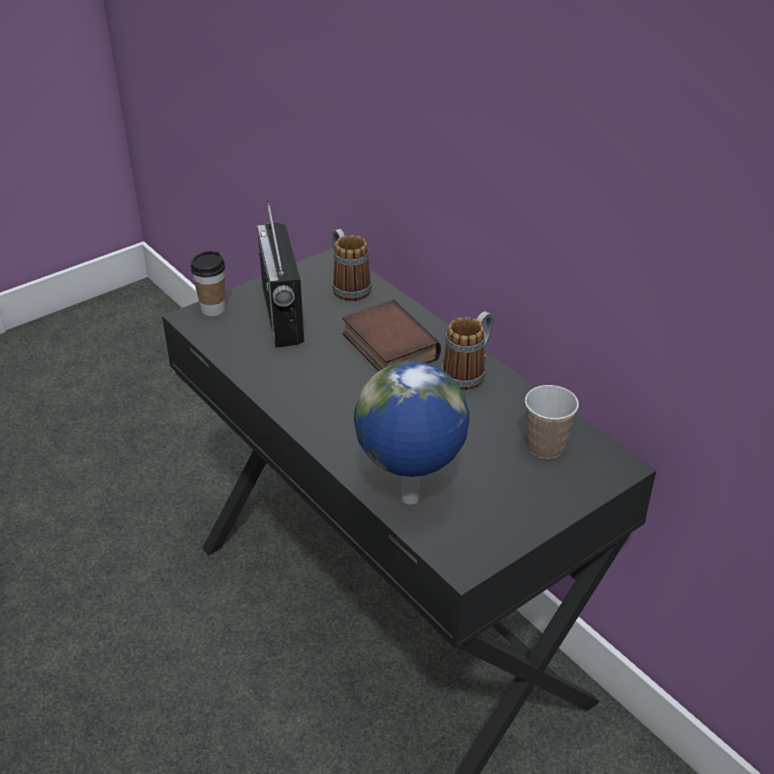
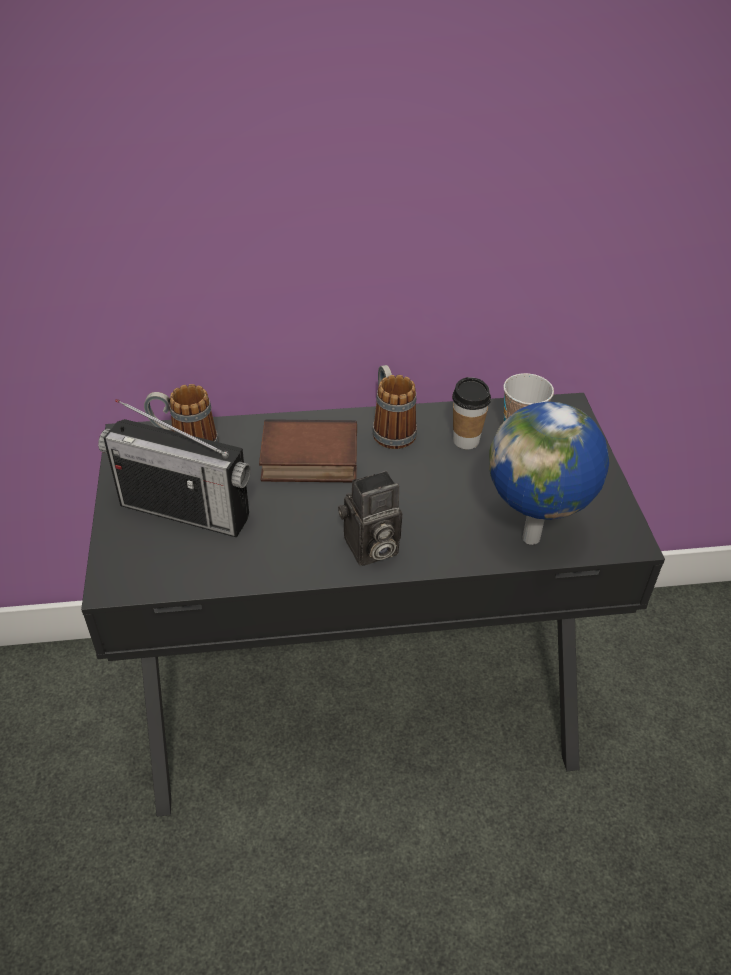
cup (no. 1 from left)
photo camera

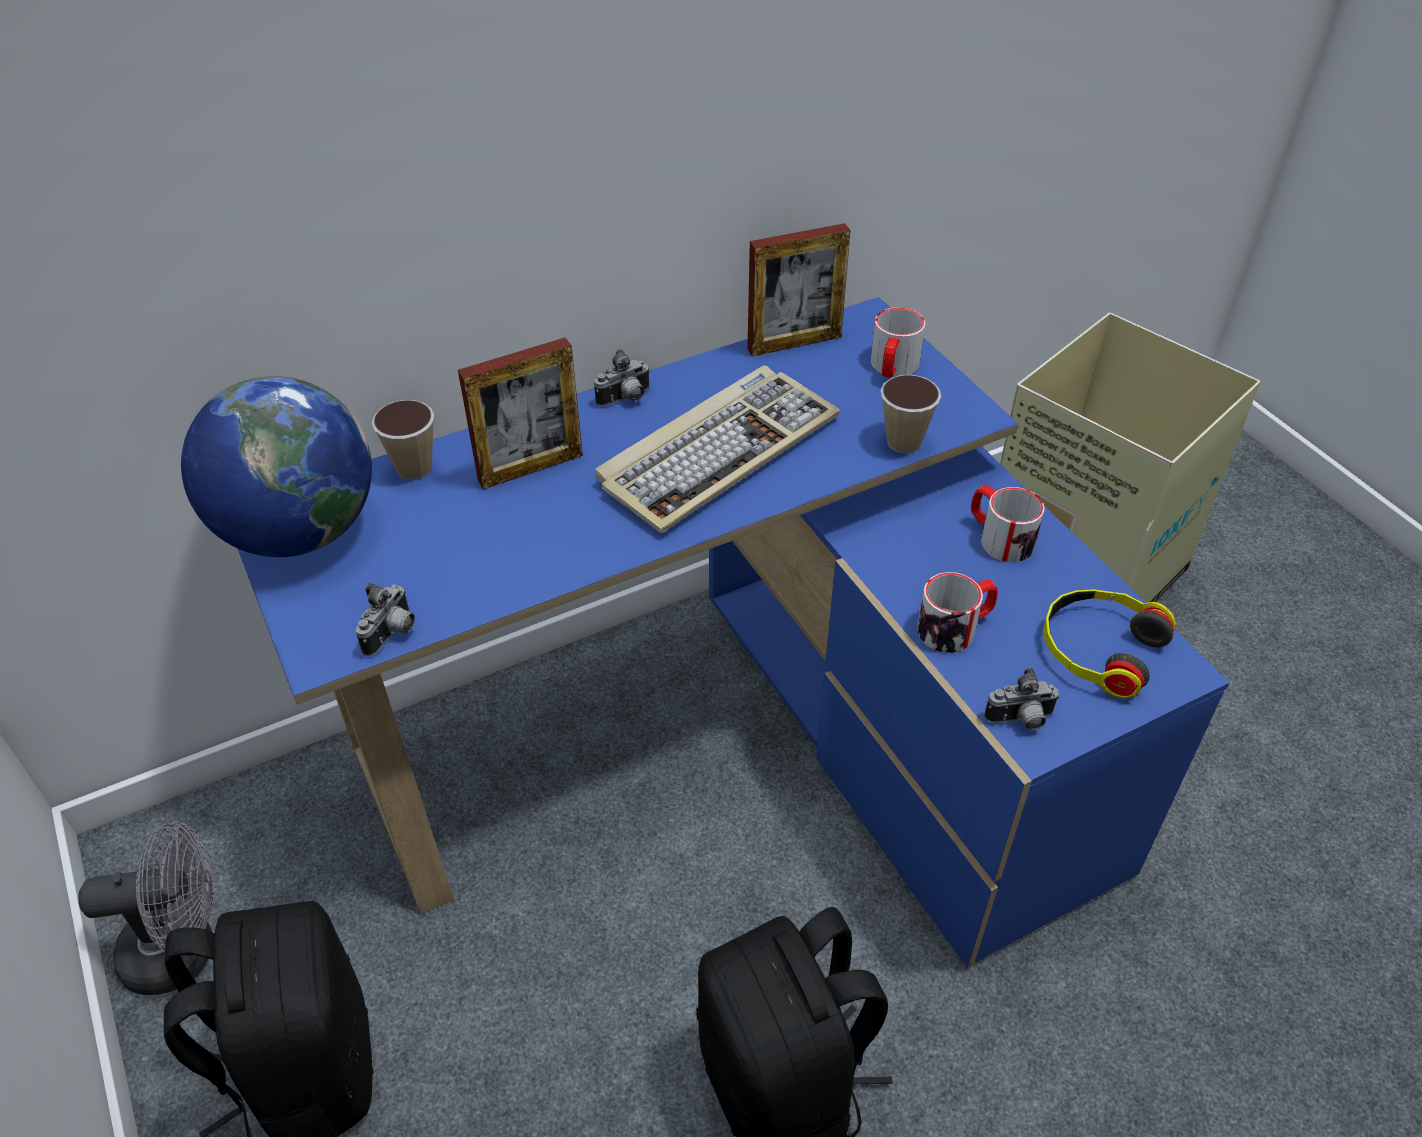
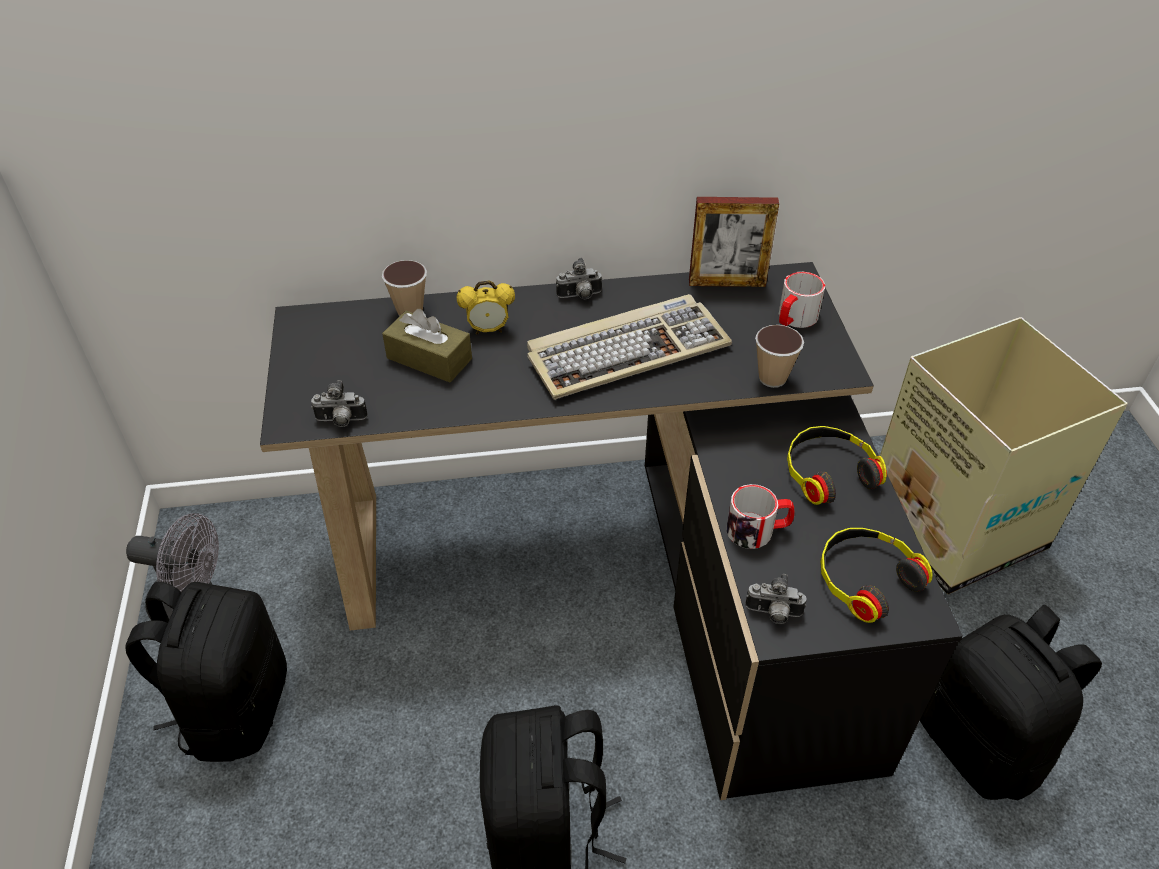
black desk
alarm clock
globe
headset (no. 1 from left)
photo camera (no. 1 from left)
brown-coloured tissue box
black rucksack (no. 3 from left)

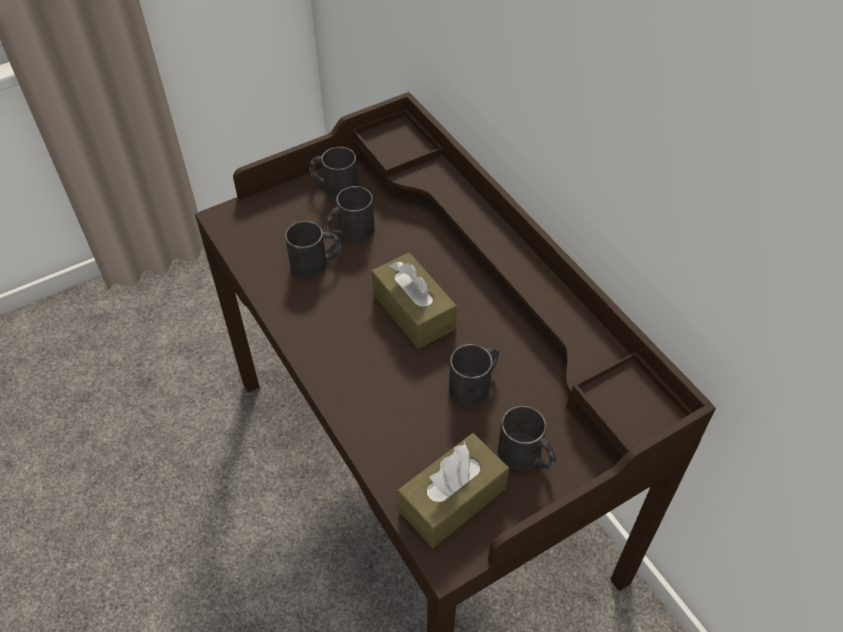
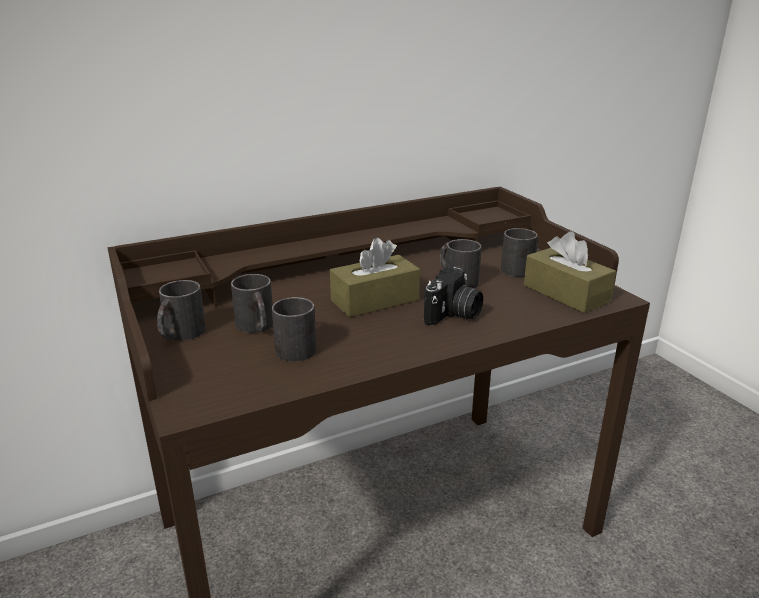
photo camera

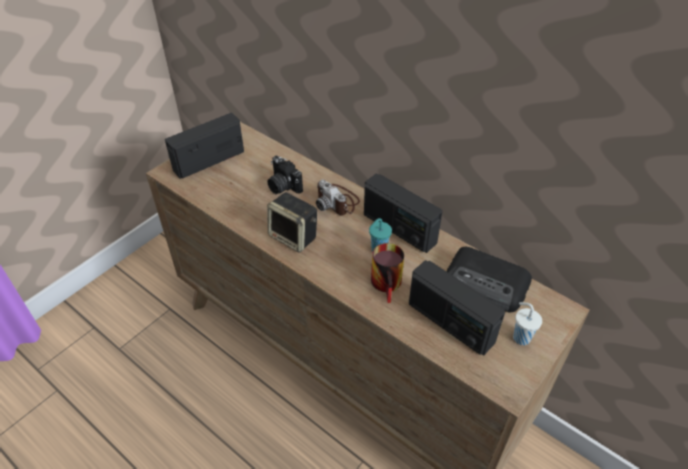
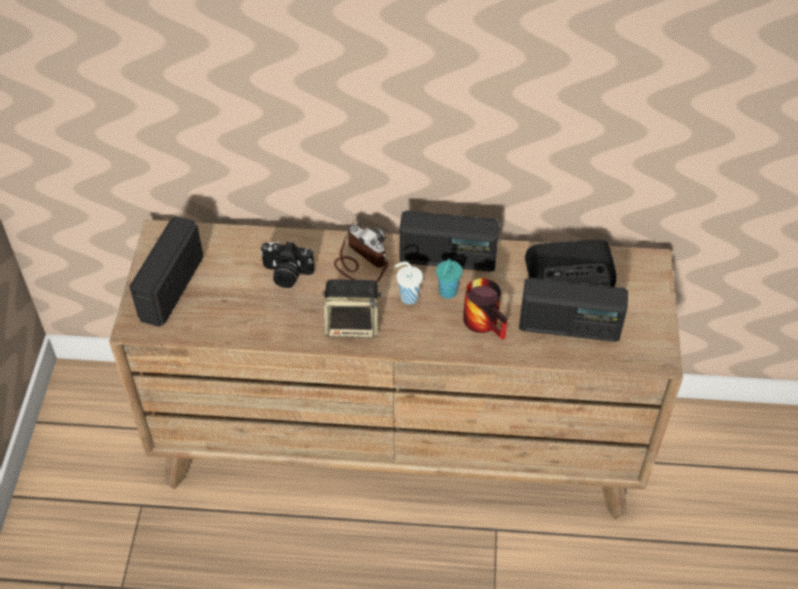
photo camera (no. 2 from left)
white cup

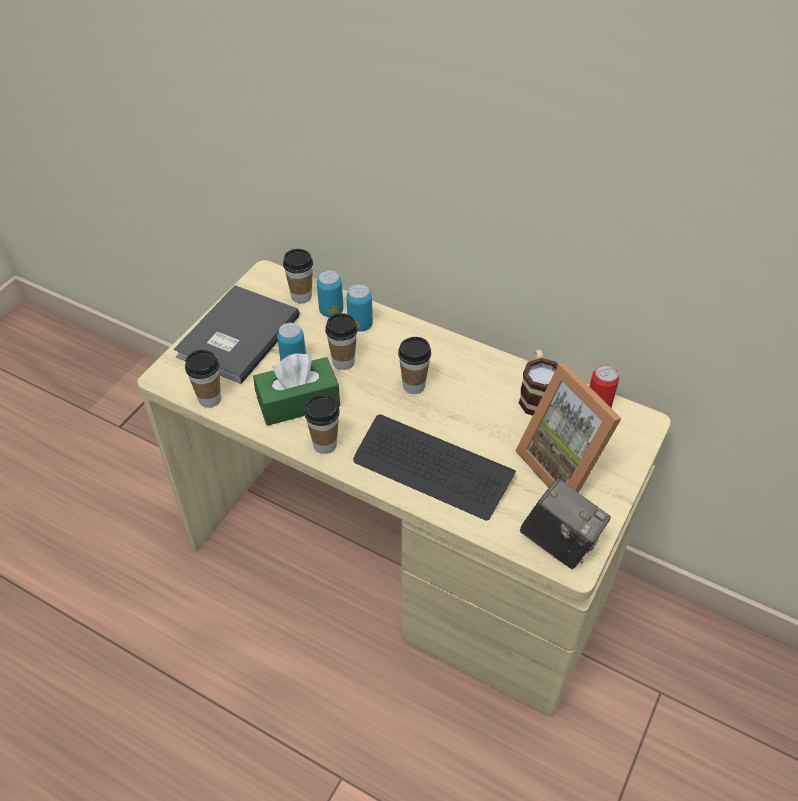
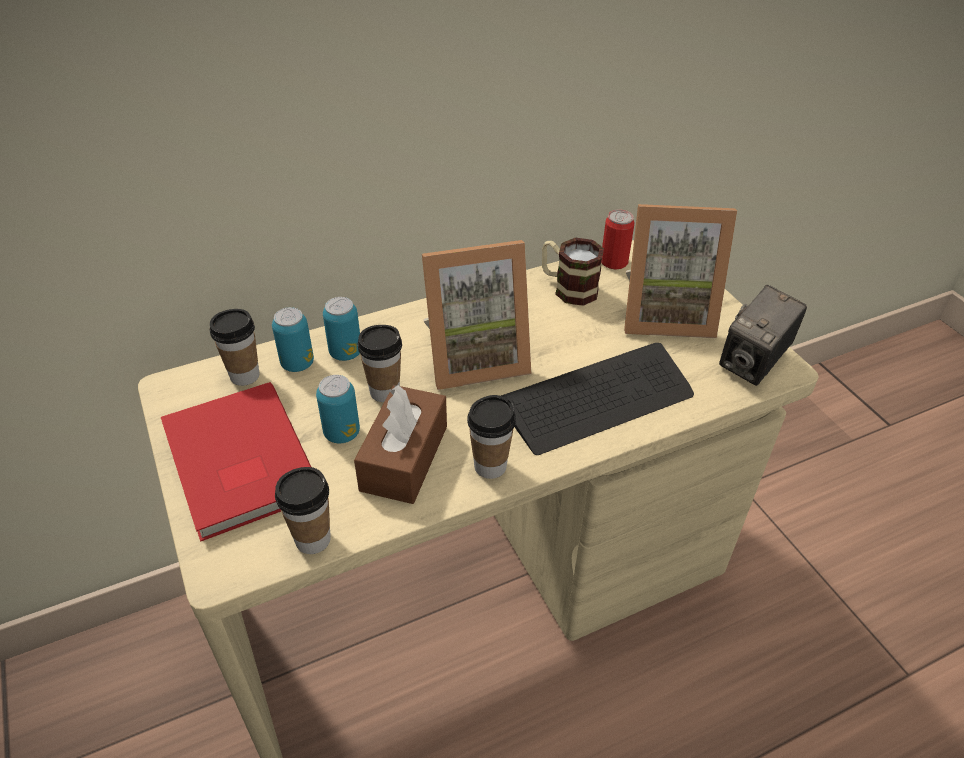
red-coloured bound book
photo frame (no. 1 from left)
brown-coloured tissue box
photo camera

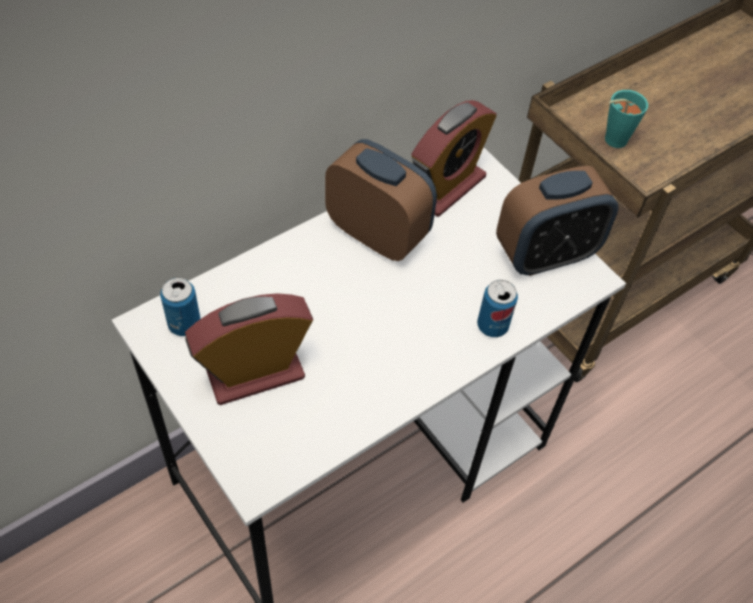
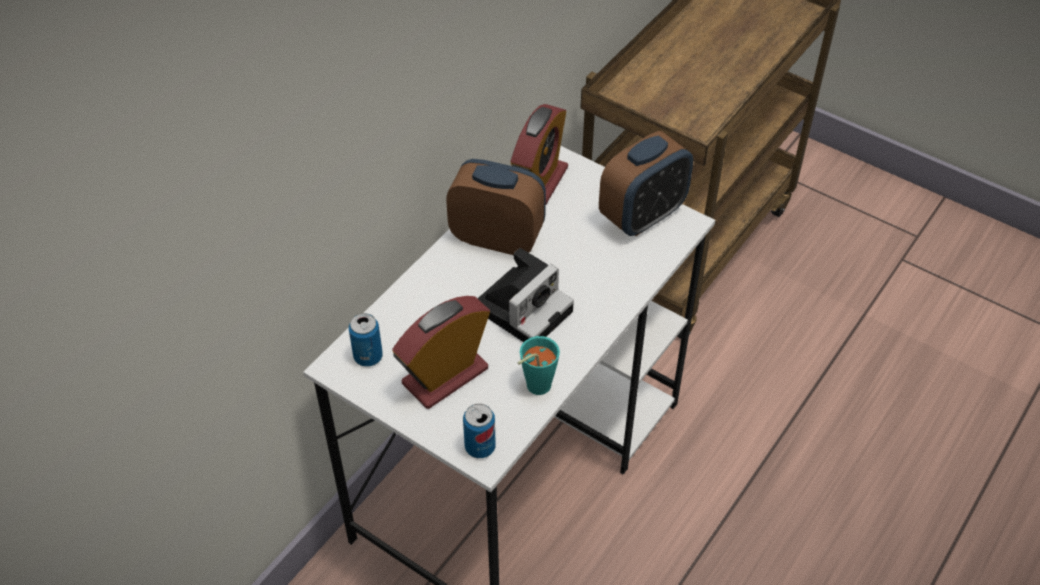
turquoise cup
can (no. 2 from left)
photo camera

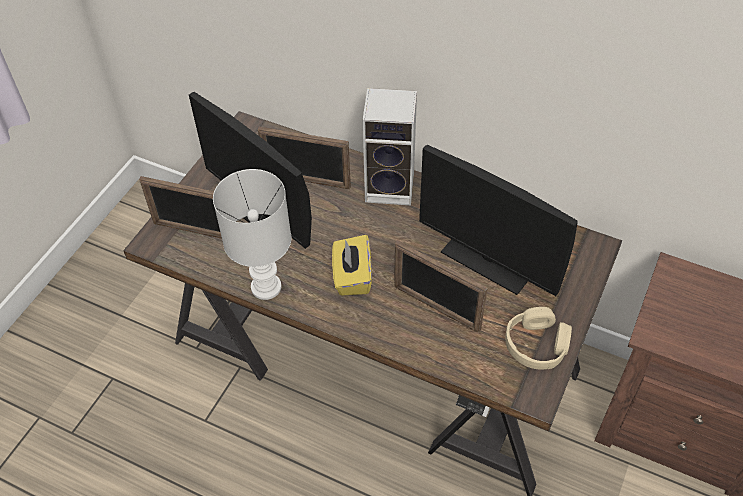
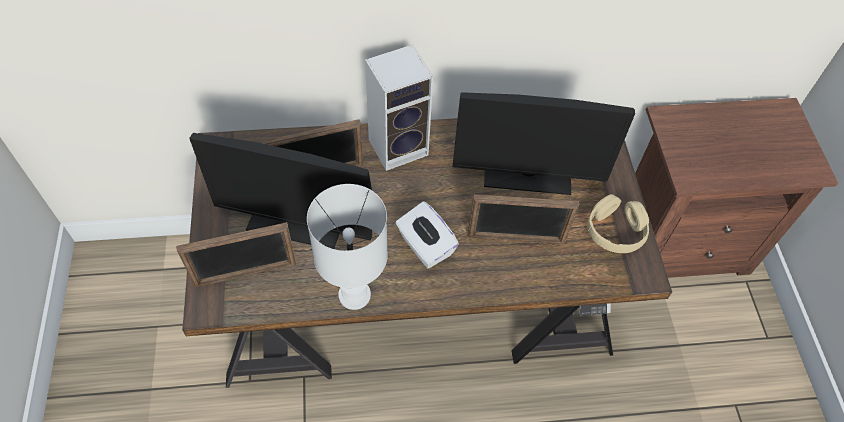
white tissue box

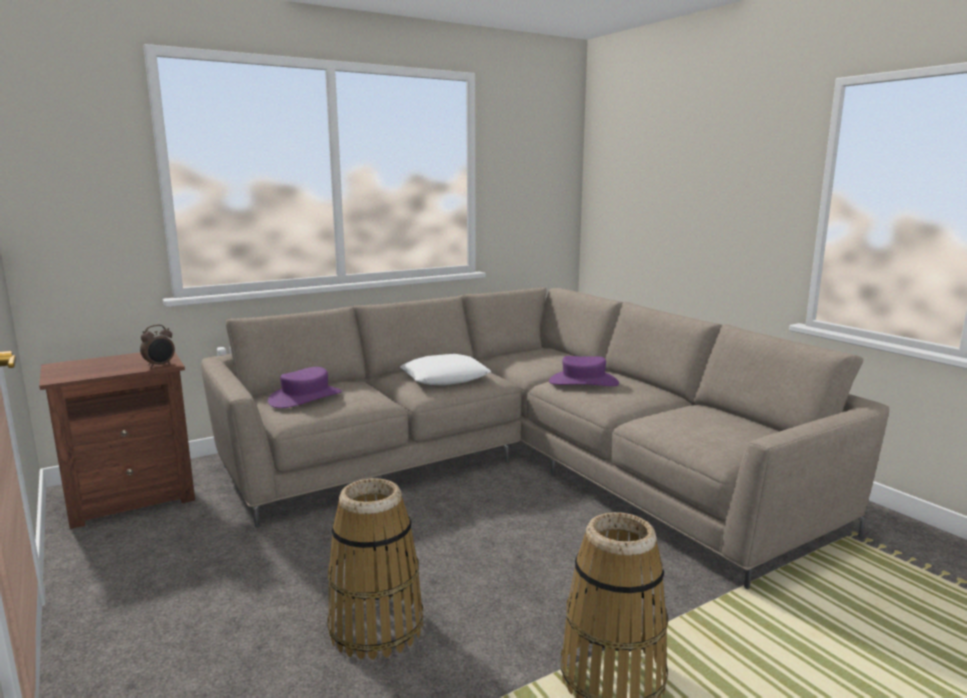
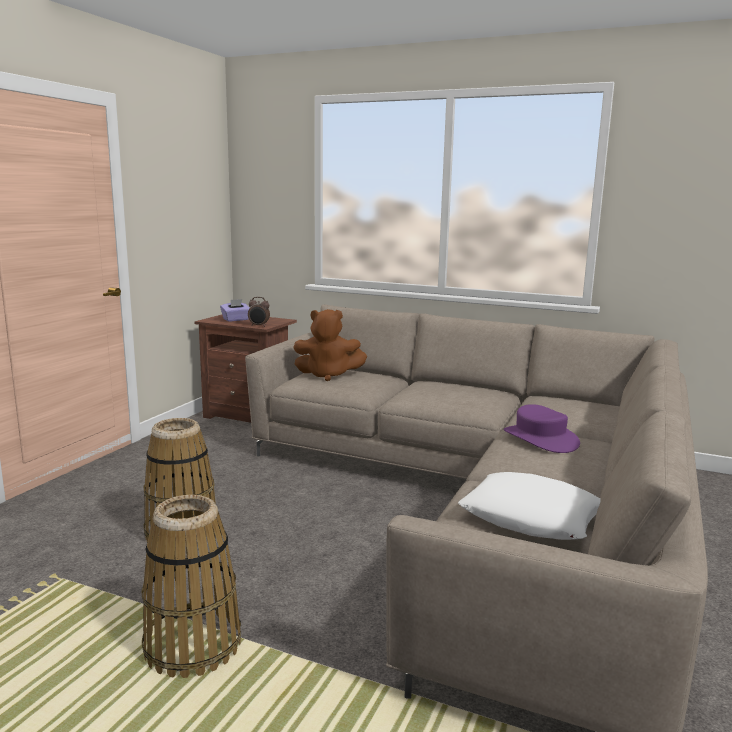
white throw pillow
brown-coloured cuddly toy
purplish tissue box

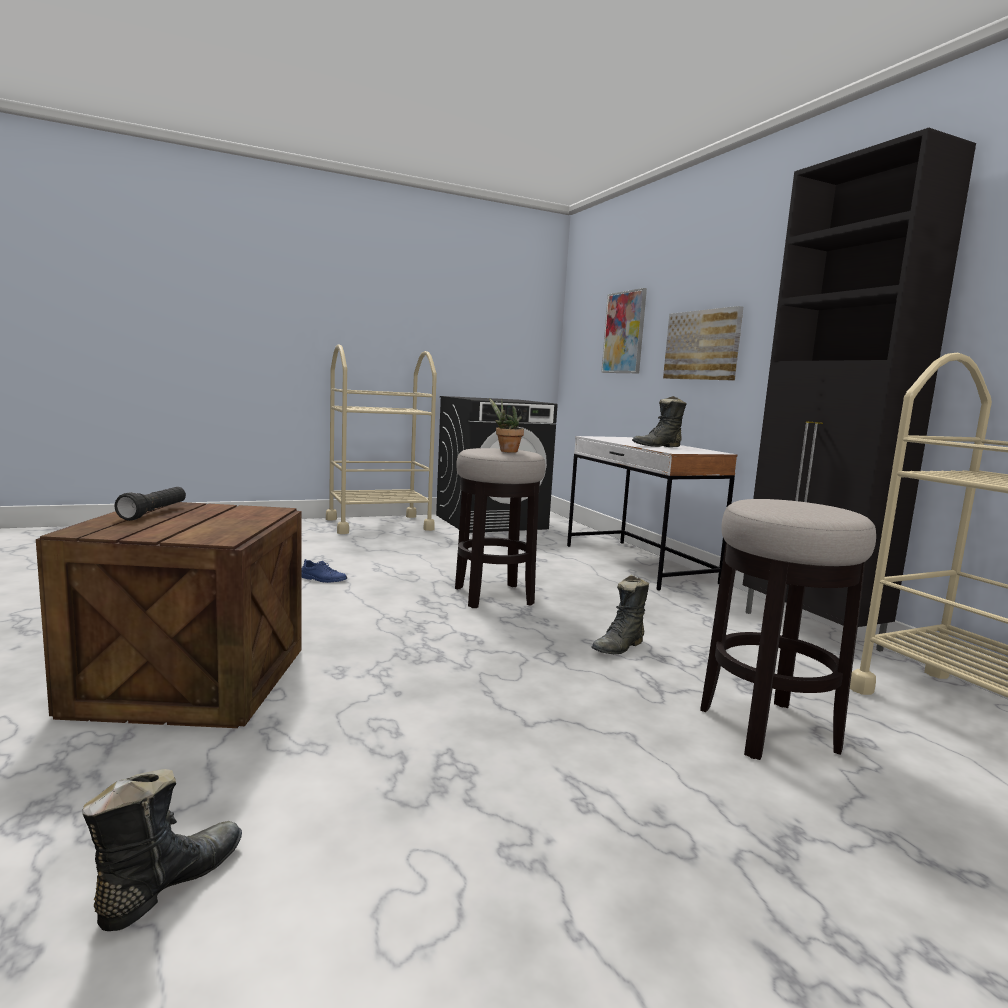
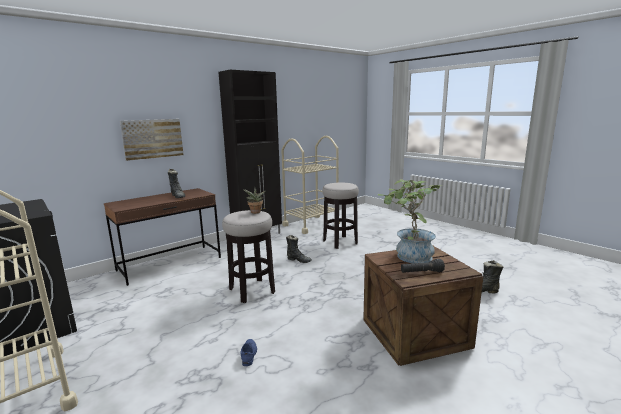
wall art (no. 1 from left in the first image)
brown-coloured desk
plant in a pot (no. 2 from left)

